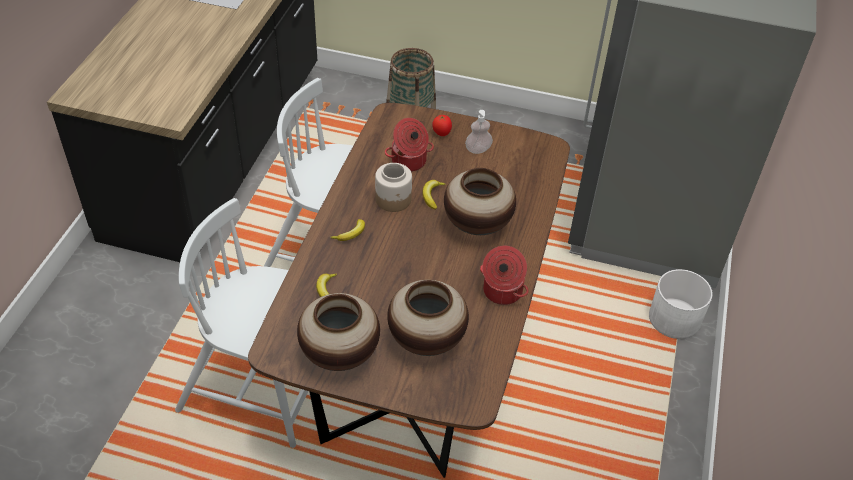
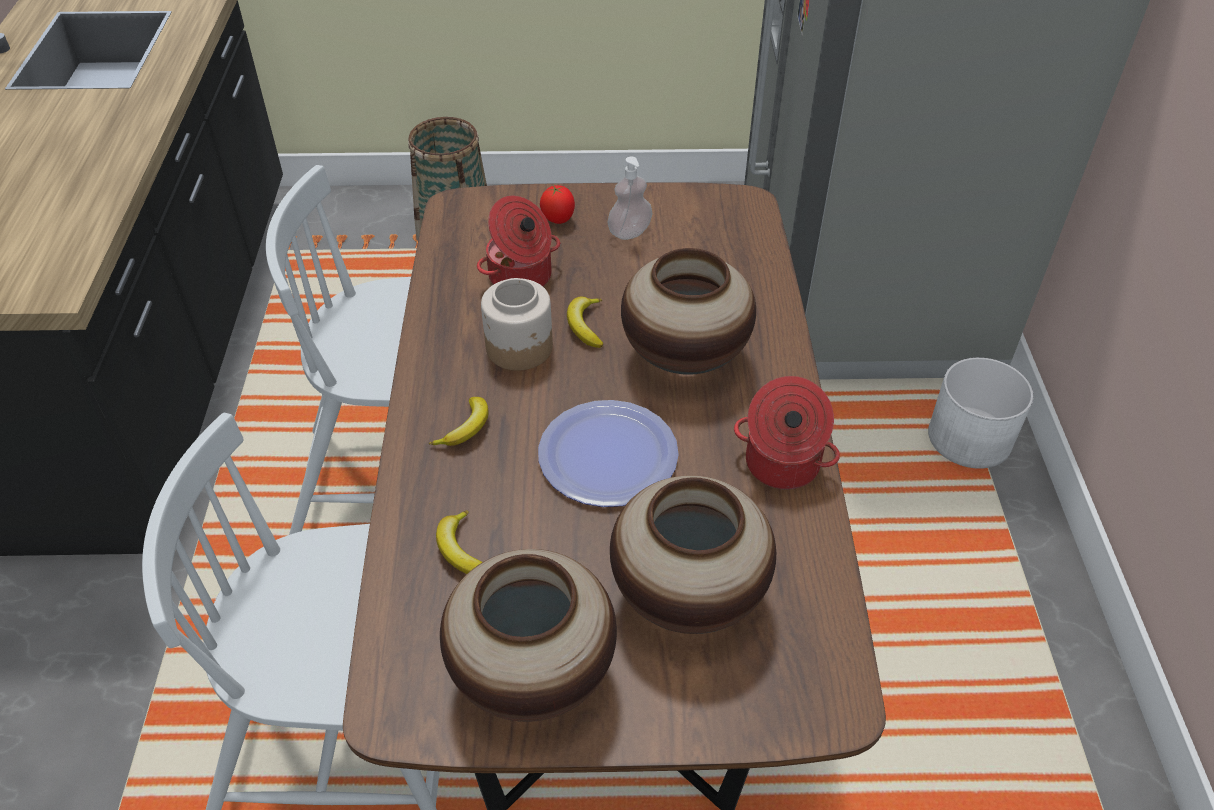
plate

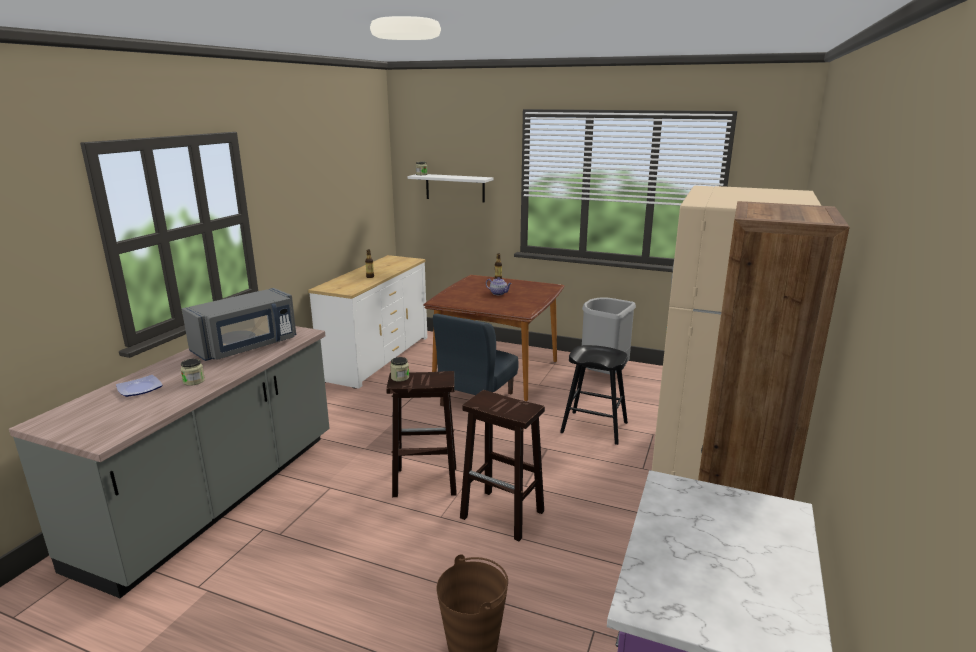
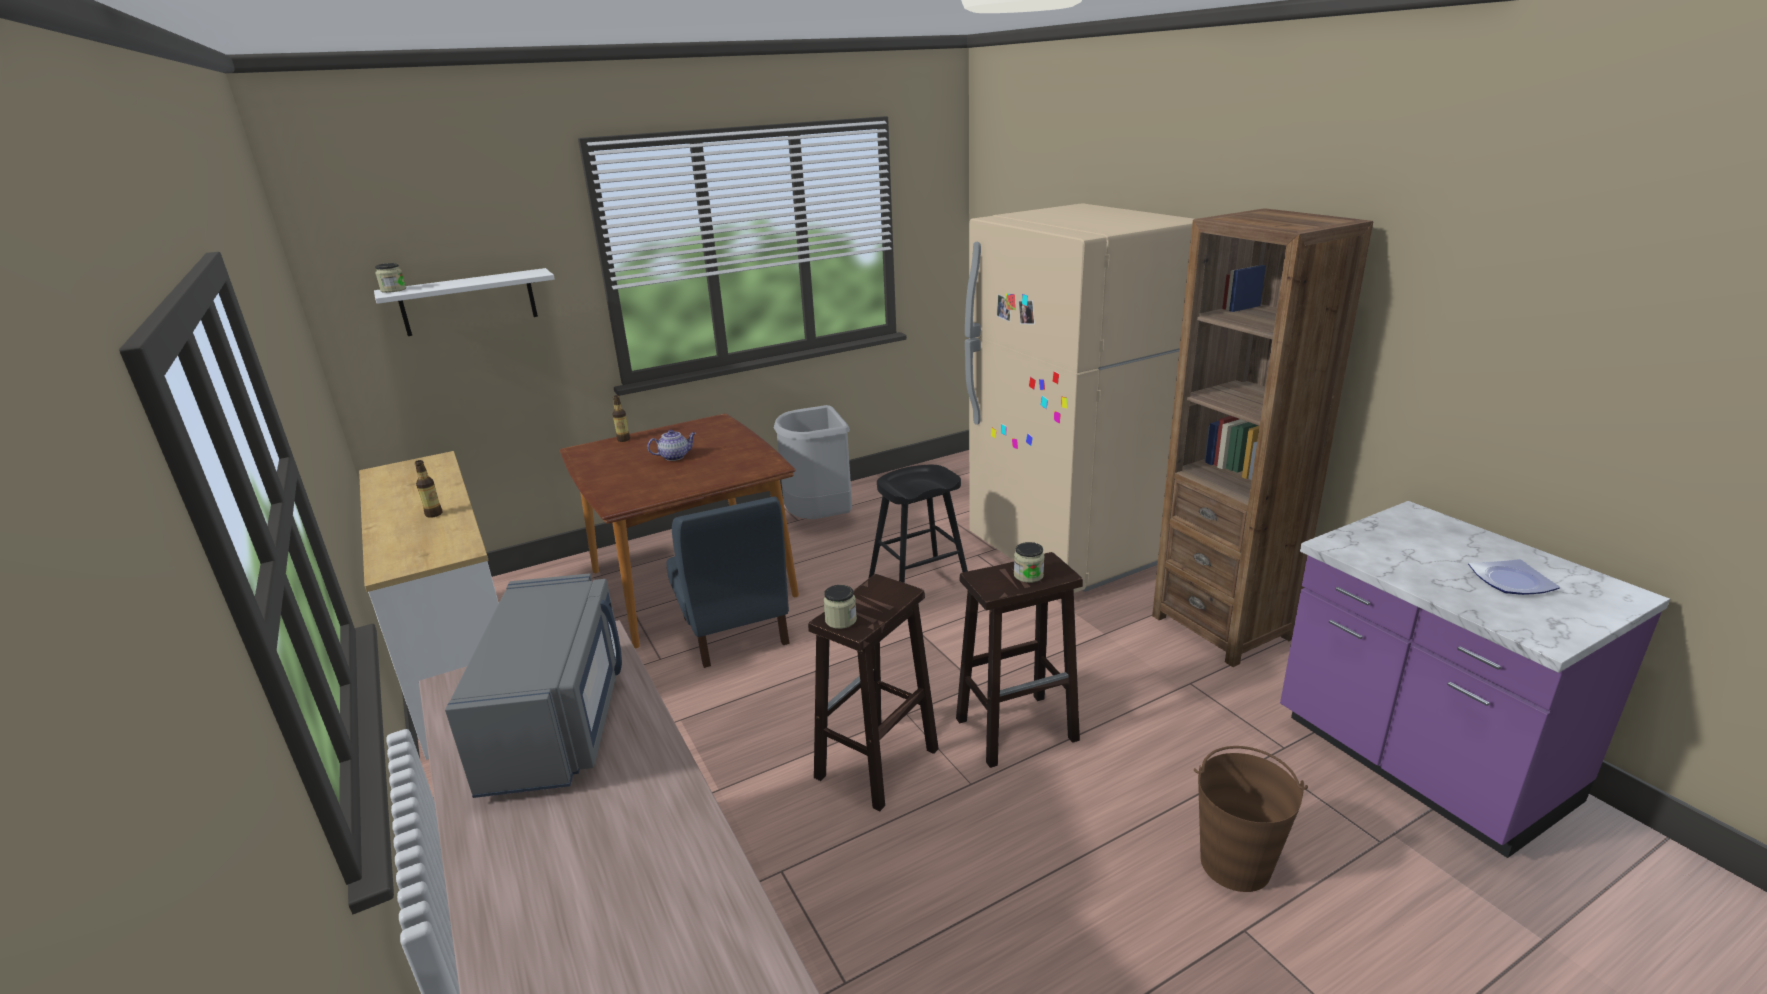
preserve jar (no. 3 from left)
plate

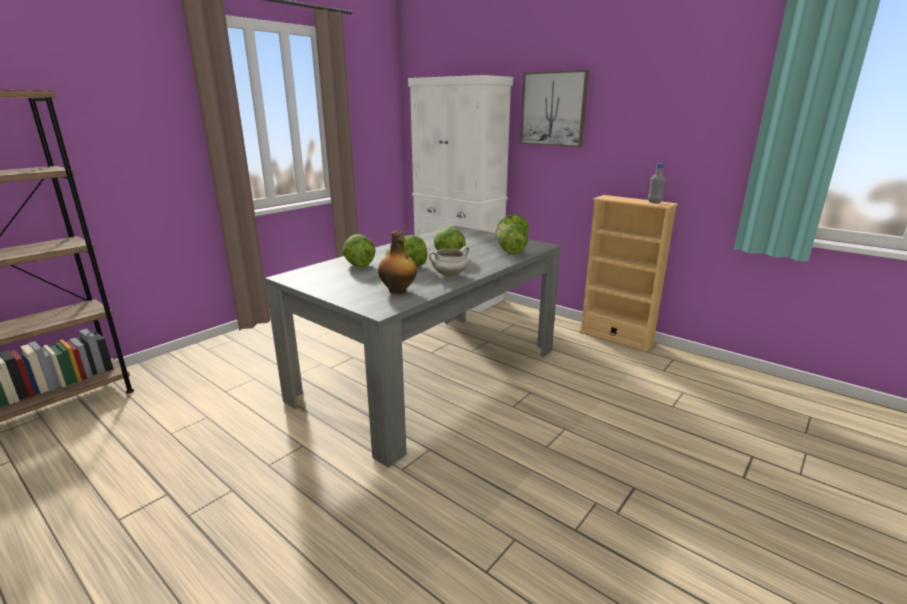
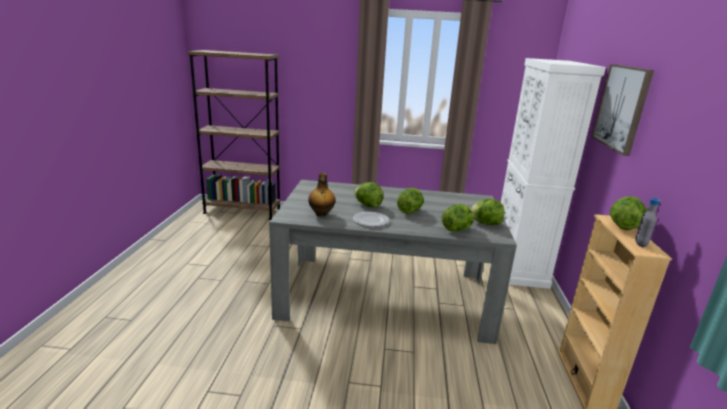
lettuce head (no. 5 from left)
plate

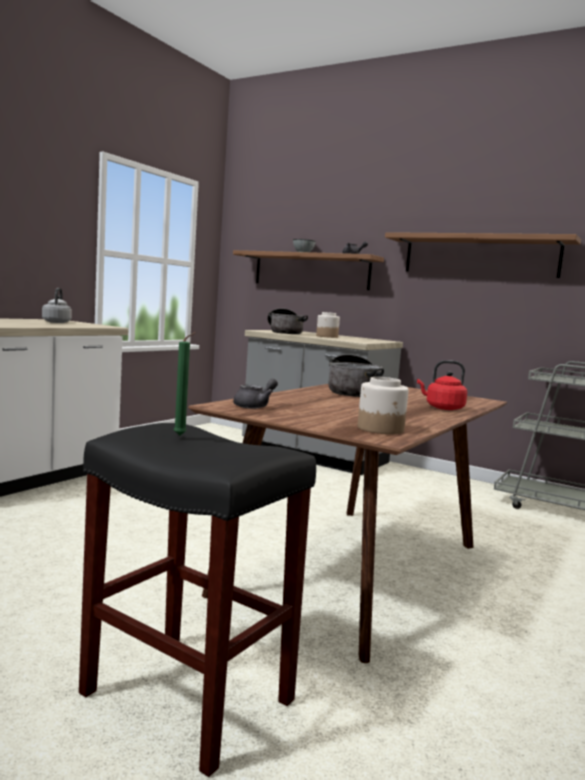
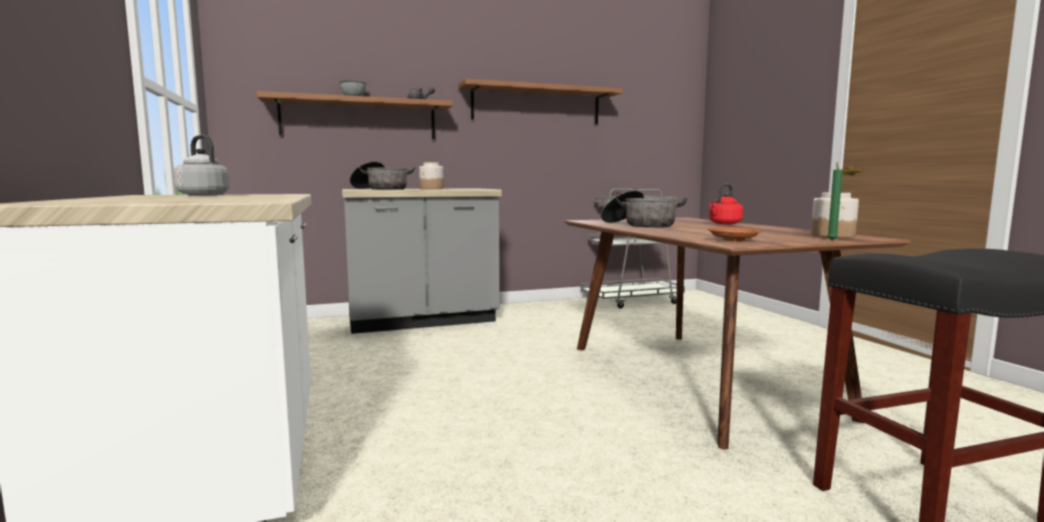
green-coloured candle
brown-coloured plate

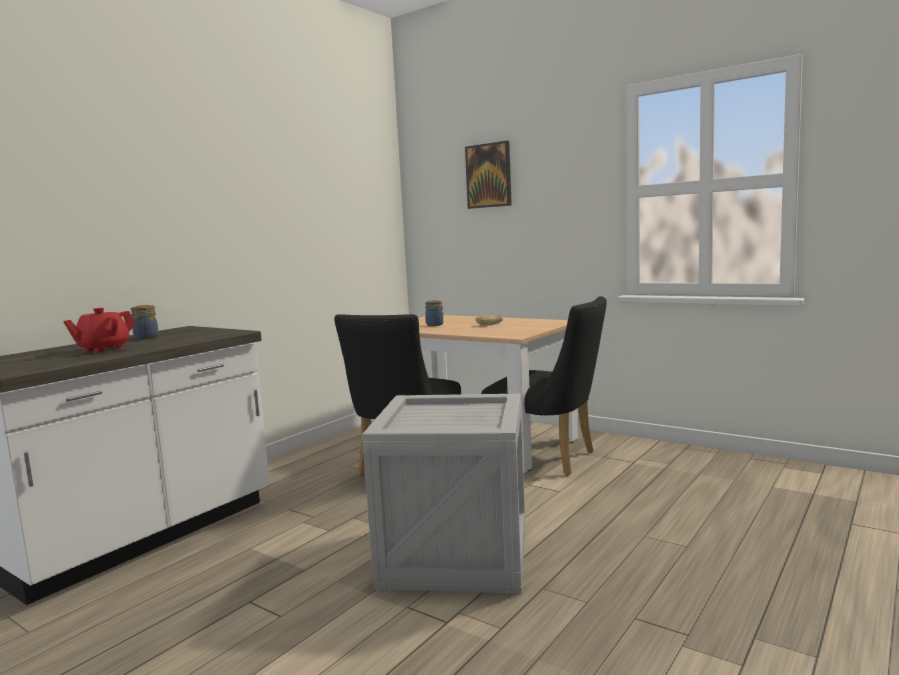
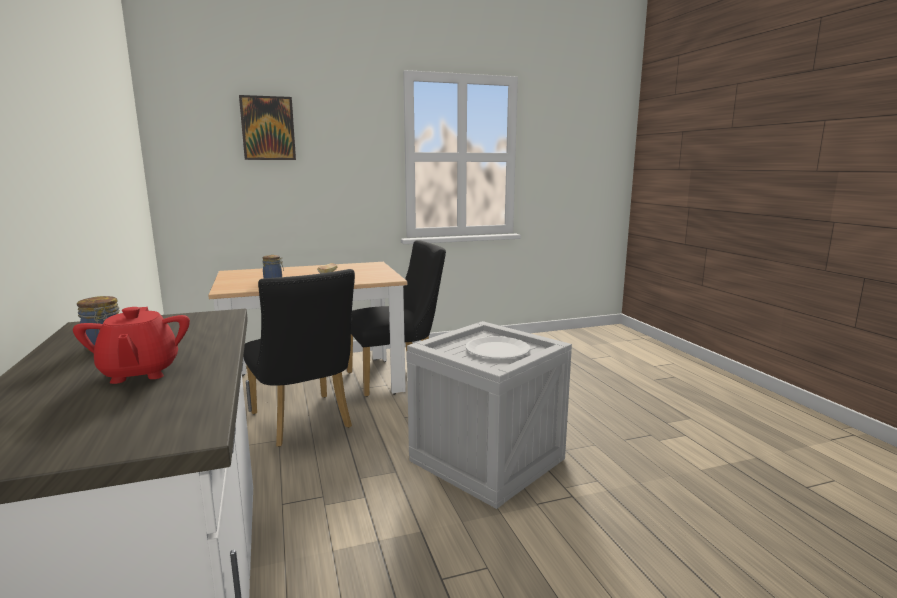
white plate

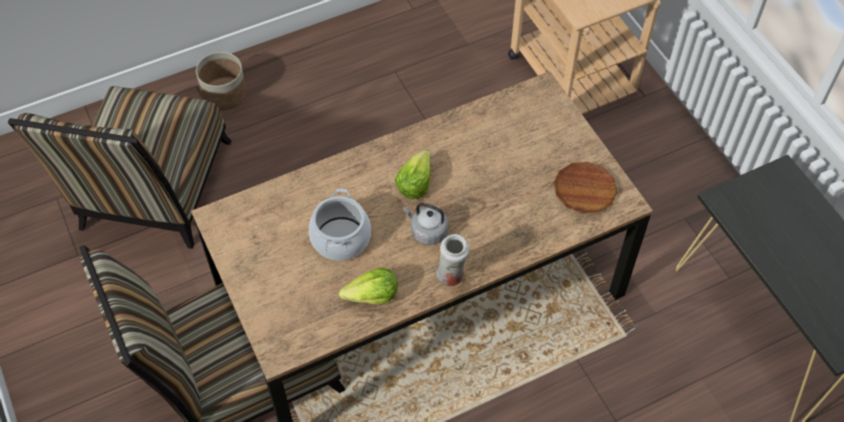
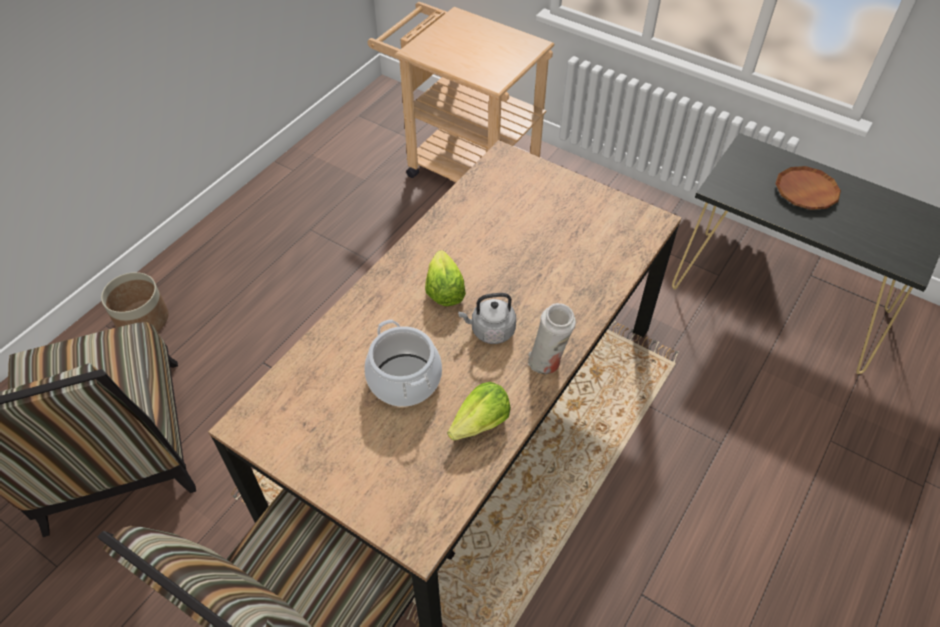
brown-coloured plate

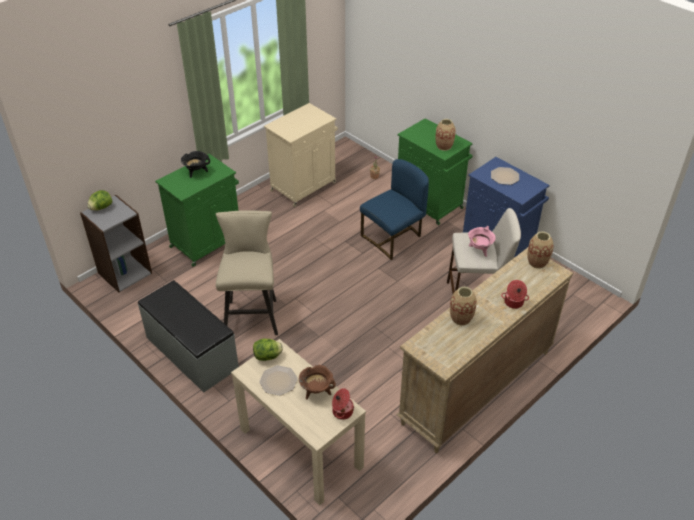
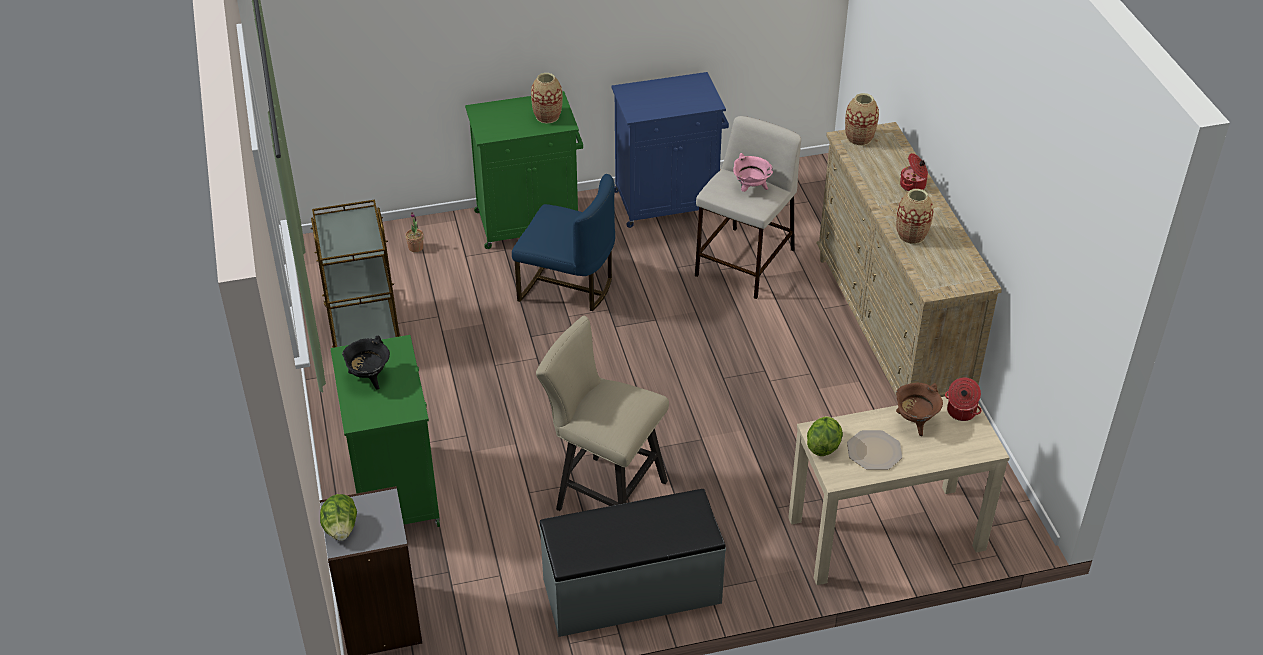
brown-coloured wheeled cart
bluish chair
plate (no. 2 from left in the first image)

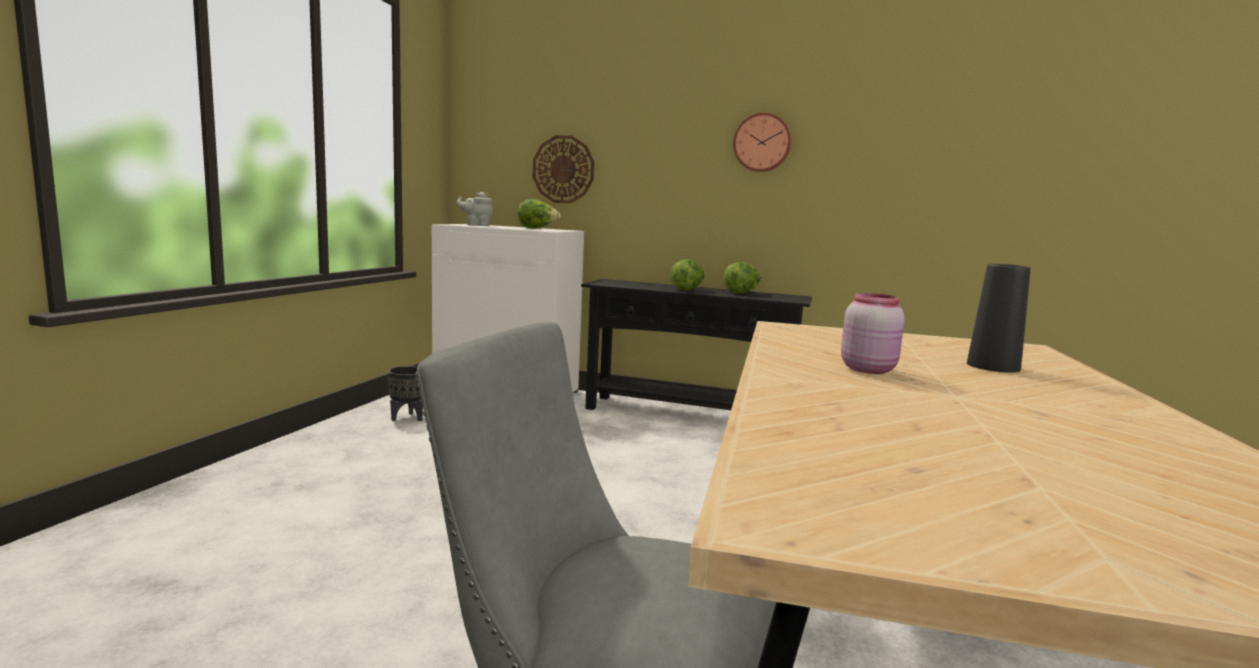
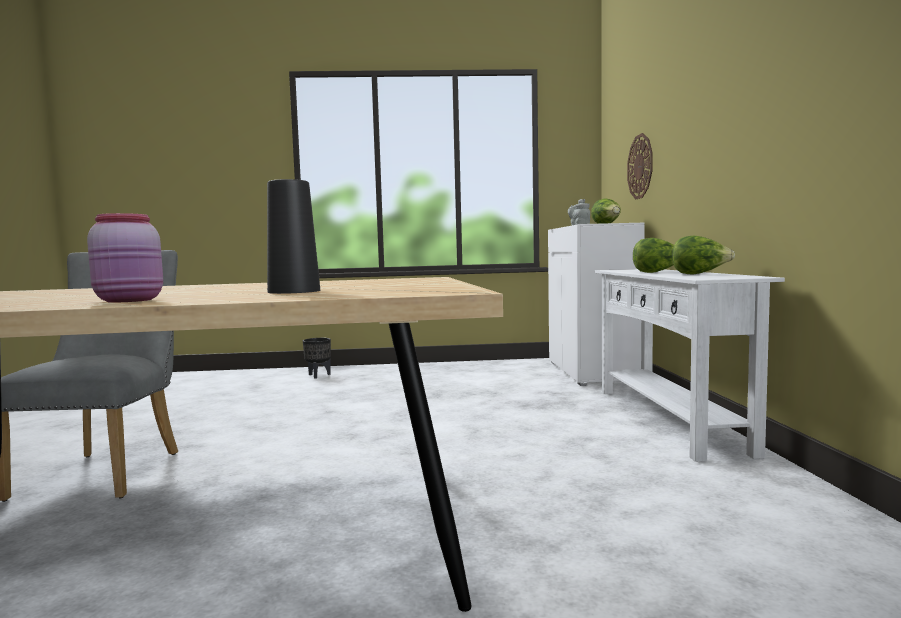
hanging clock (no. 2 from left in the first image)
white console table
pinkish preserve jar
black planter

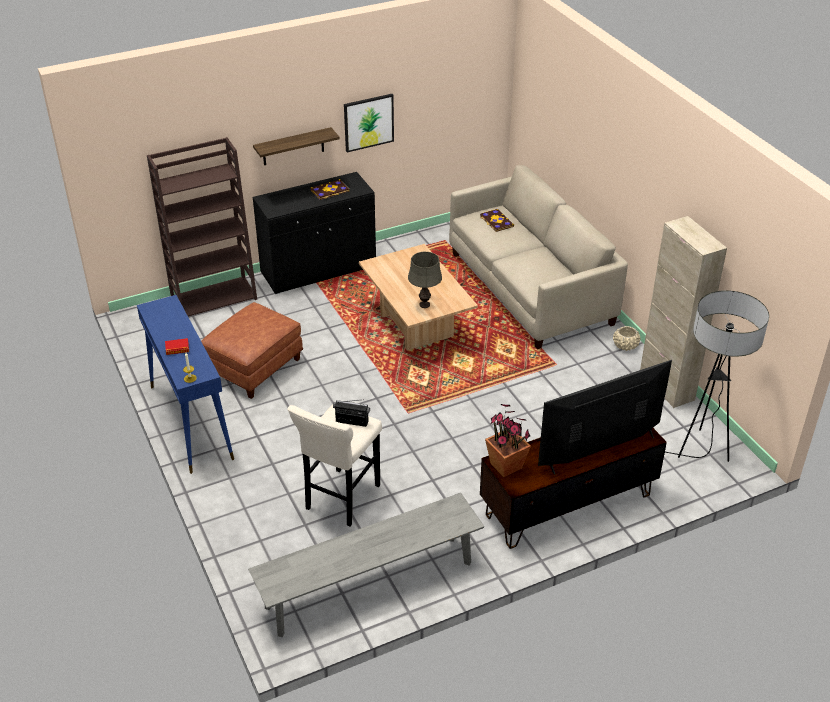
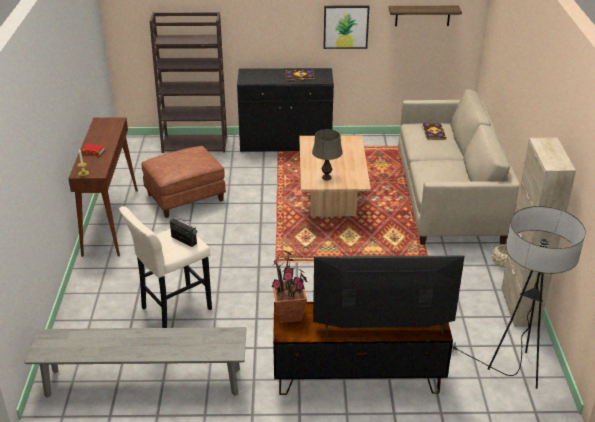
shelf
brown-coloured console table

